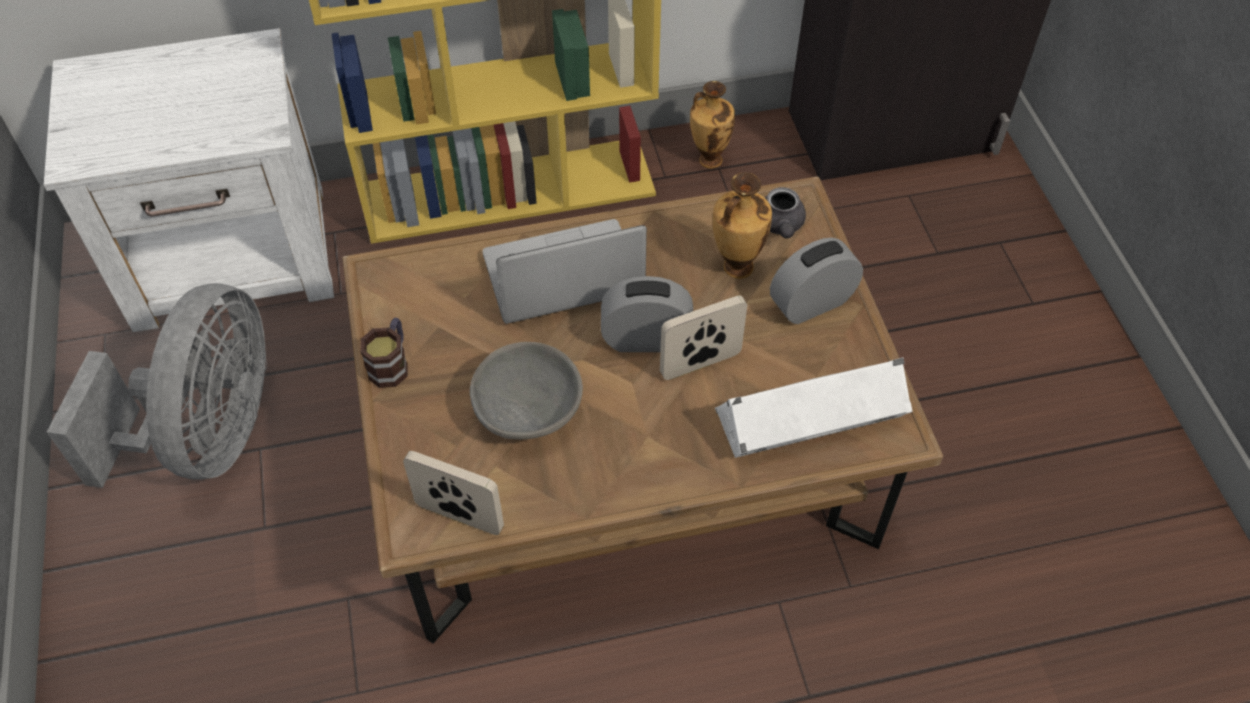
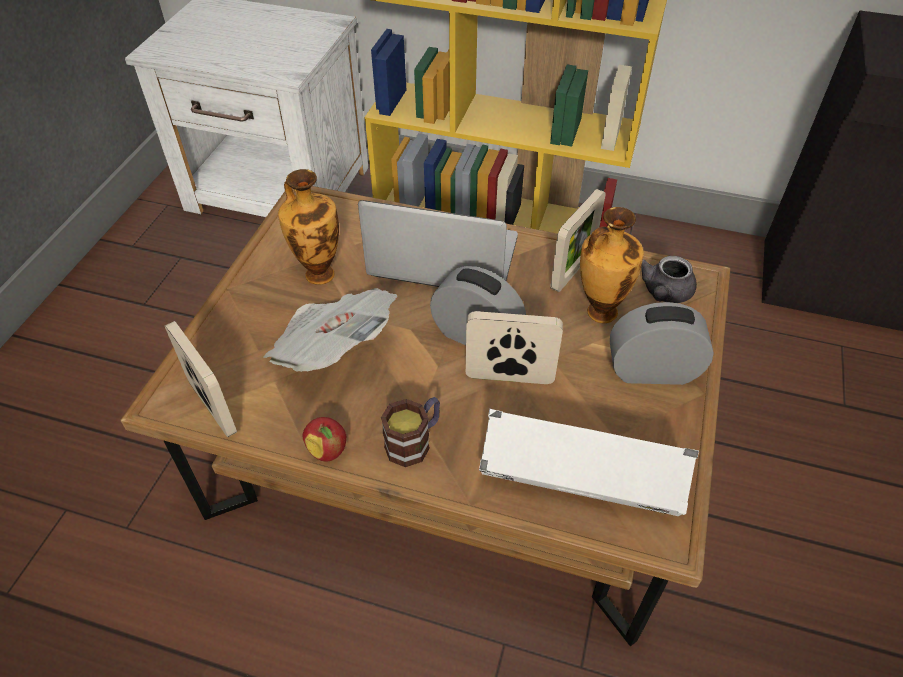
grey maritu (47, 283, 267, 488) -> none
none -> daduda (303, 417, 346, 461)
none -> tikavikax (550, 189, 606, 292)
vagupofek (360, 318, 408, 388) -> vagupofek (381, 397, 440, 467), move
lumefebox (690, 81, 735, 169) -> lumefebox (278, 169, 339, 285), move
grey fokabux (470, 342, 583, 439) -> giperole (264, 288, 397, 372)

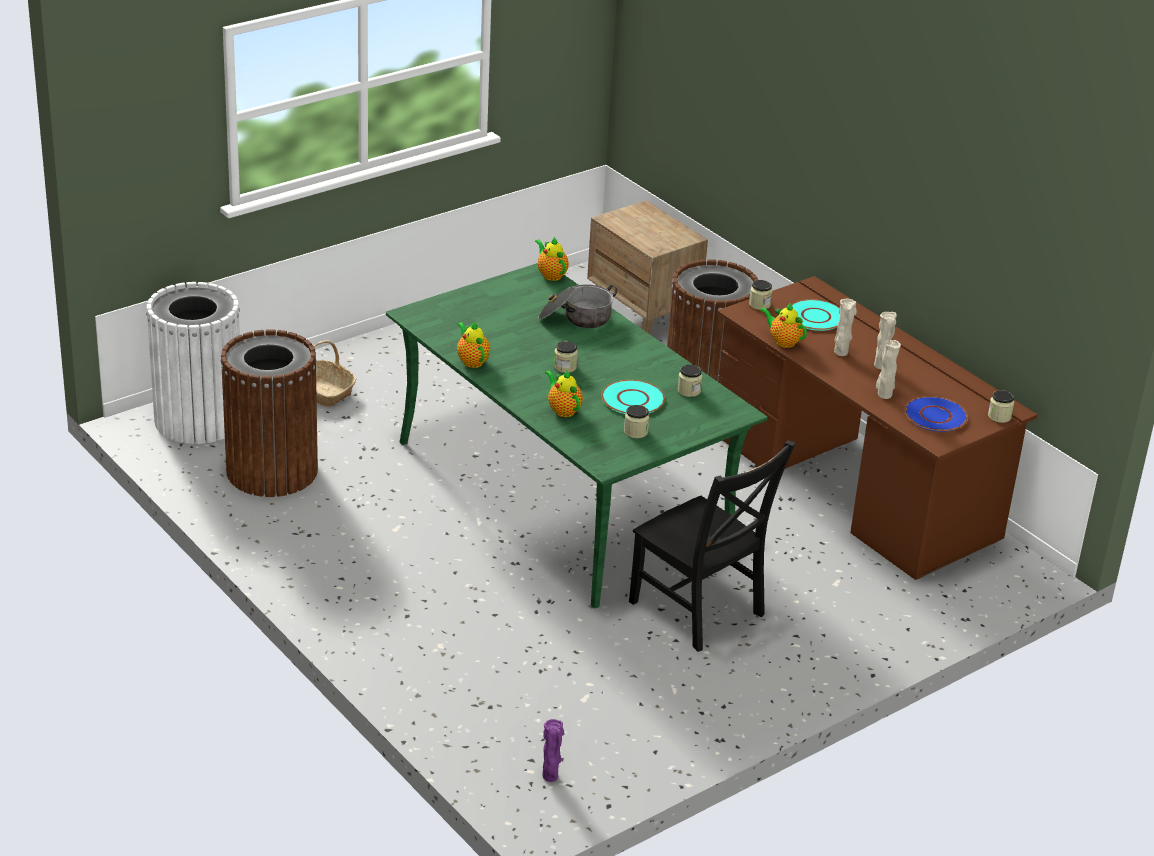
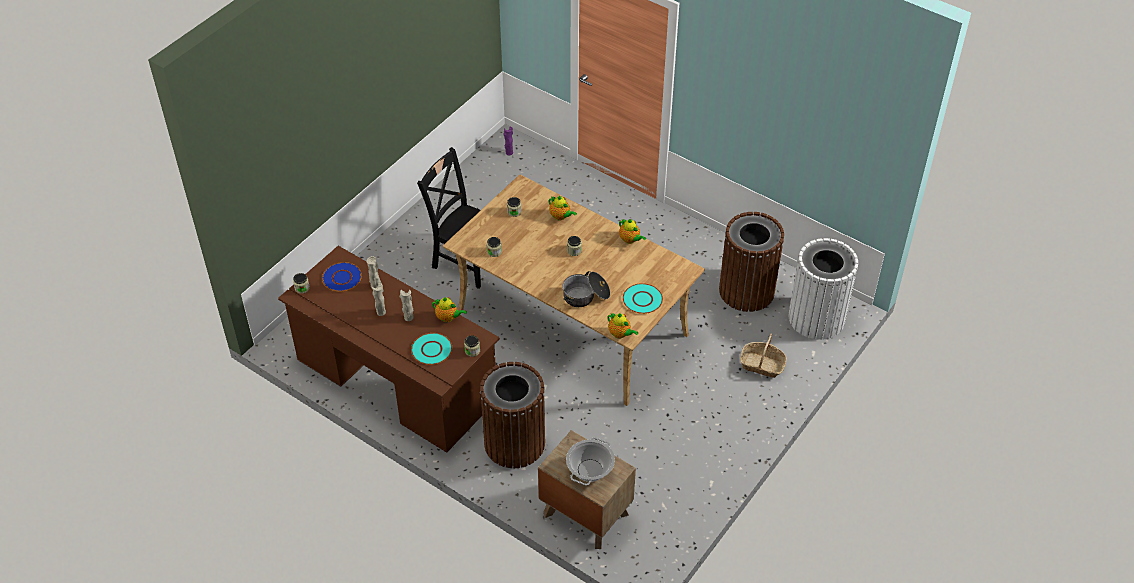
none -> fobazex (566, 437, 615, 485)
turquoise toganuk (602, 380, 665, 414) -> turquoise toganuk (623, 283, 663, 314), move
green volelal (386, 263, 768, 609) -> beige volelal (443, 175, 705, 406)

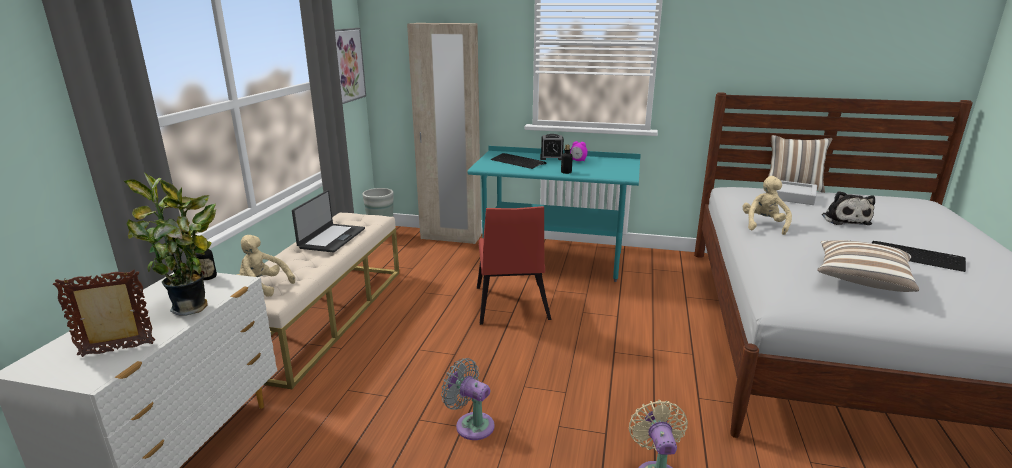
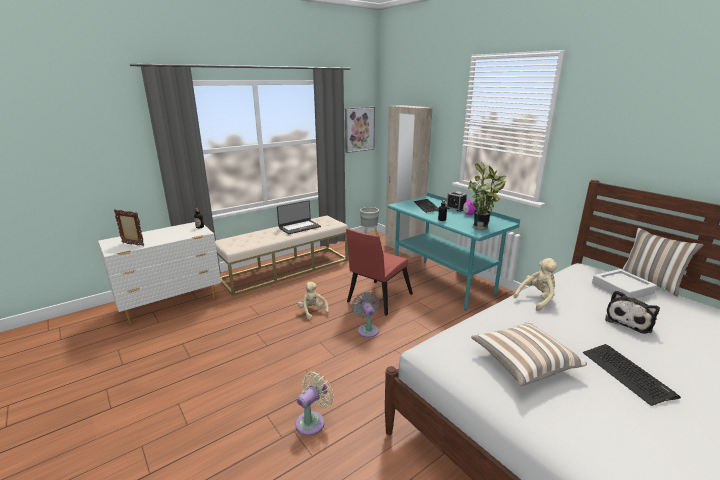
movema (123, 172, 216, 315) -> movema (468, 162, 506, 229), move
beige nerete (237, 235, 295, 297) -> beige nerete (298, 281, 329, 320), move
grey maritu (441, 358, 495, 440) -> grey maritu (352, 292, 379, 338), move

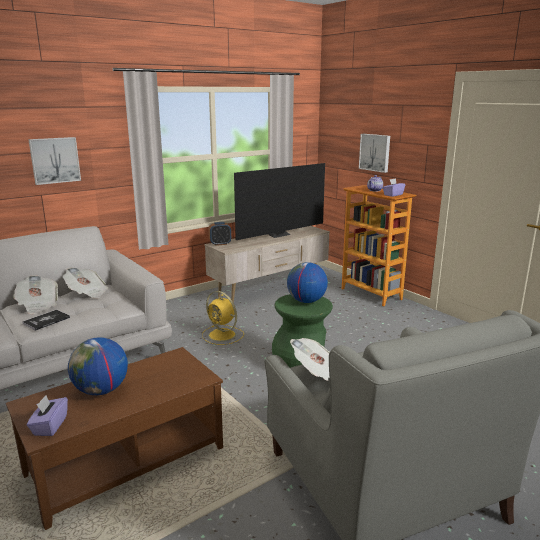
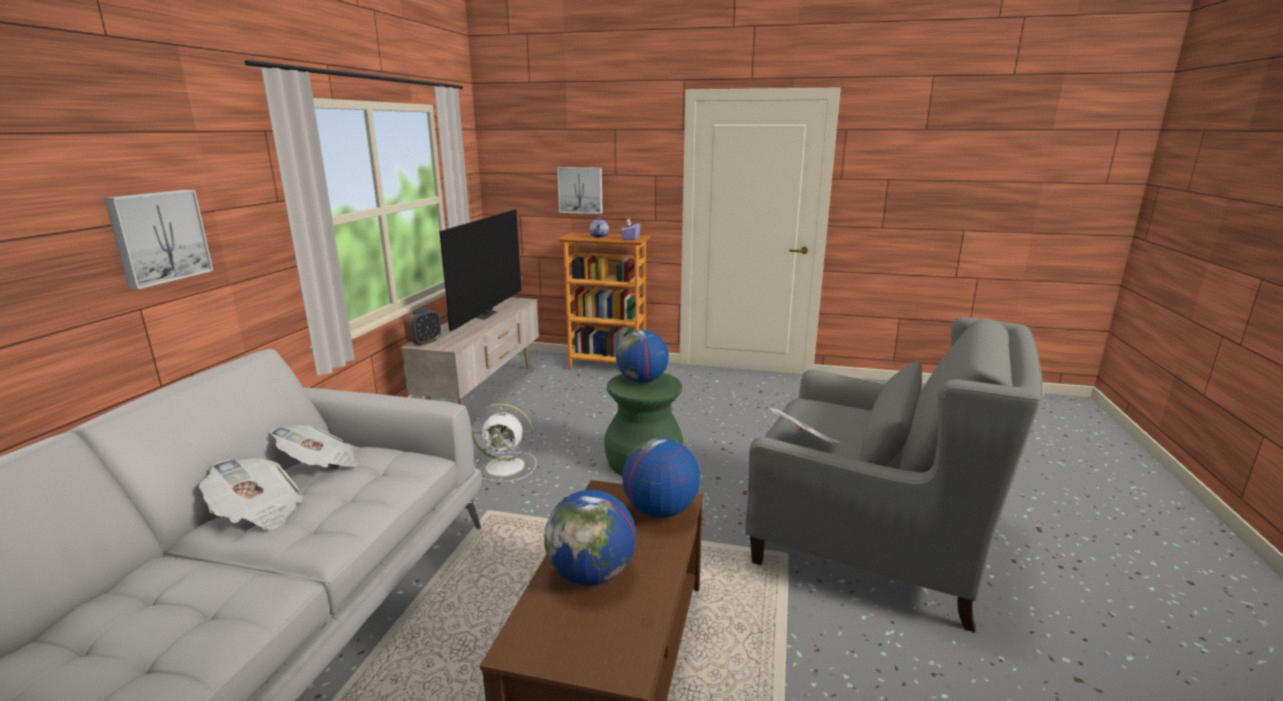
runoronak (23, 310, 70, 331) -> none
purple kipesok (27, 395, 68, 436) -> none
none -> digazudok (622, 438, 701, 518)
yellow maritu (202, 291, 244, 345) -> white maritu (471, 404, 537, 482)

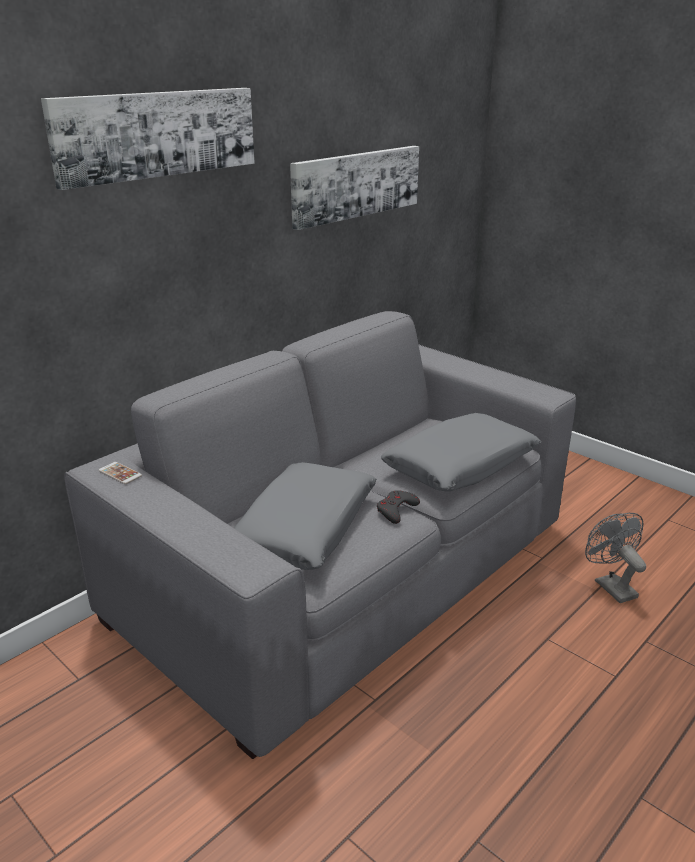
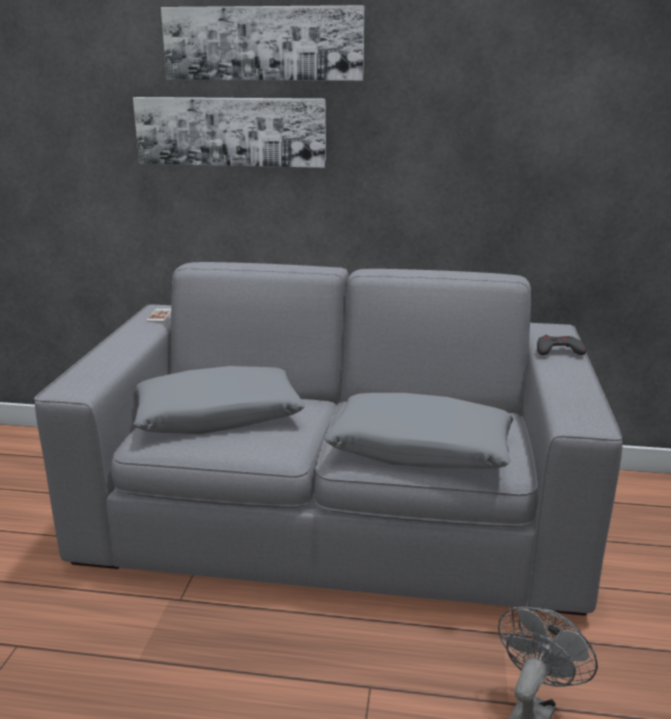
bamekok (290, 146, 419, 230) -> bamekok (133, 97, 326, 168), move
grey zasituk (377, 490, 420, 524) -> grey zasituk (537, 335, 586, 355), move

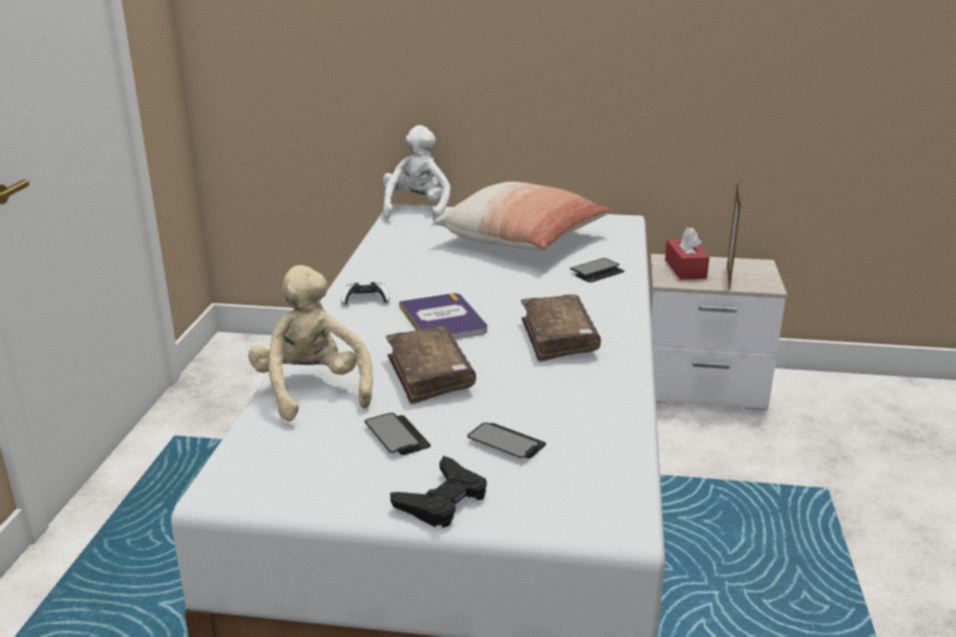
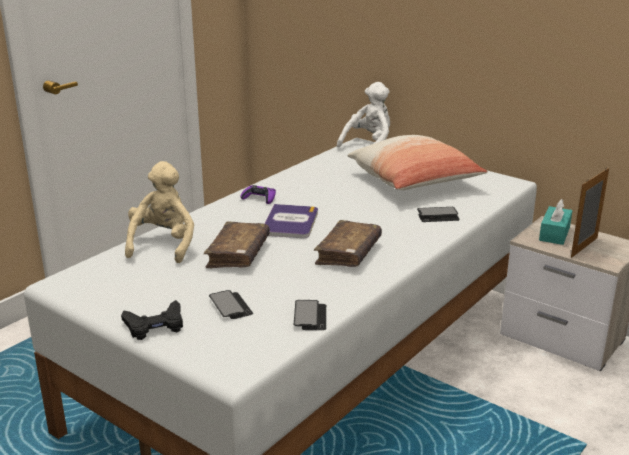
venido (364, 413, 431, 455) -> venido (294, 300, 326, 330), move
white zasituk (341, 282, 390, 306) -> purple zasituk (240, 185, 276, 204)
red kipesok (665, 227, 709, 280) -> turquoise kipesok (539, 199, 573, 245)

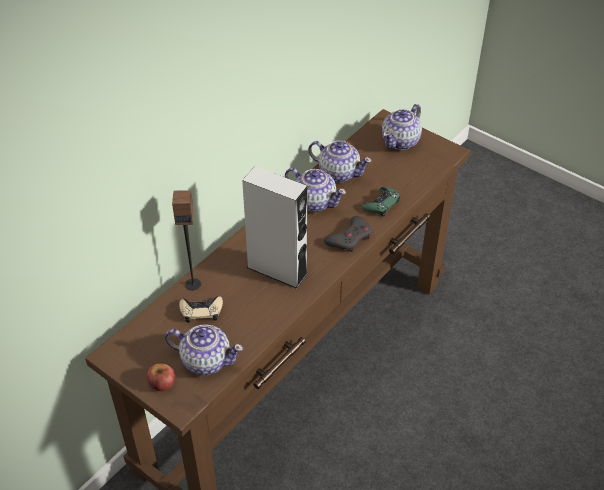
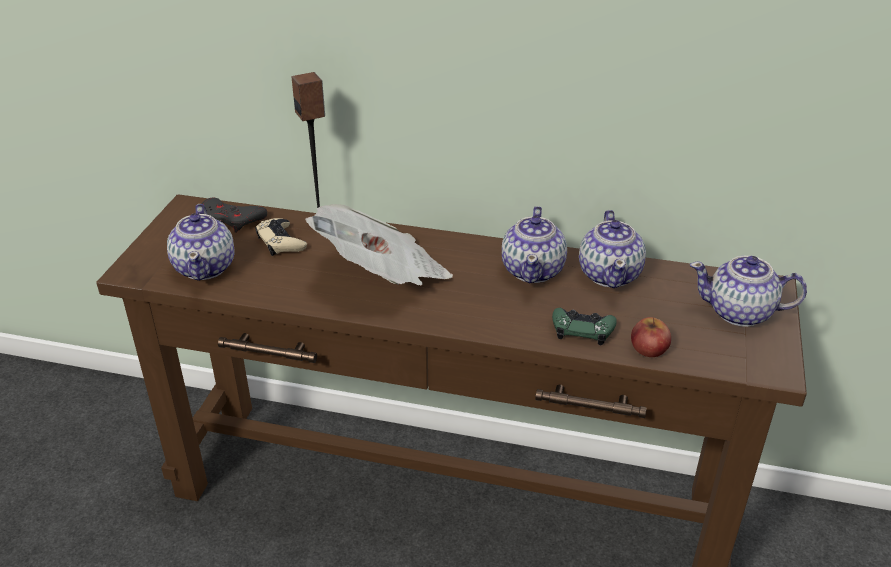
daduda (147, 363, 175, 391) -> daduda (631, 317, 671, 357), move
grey zasituk (324, 216, 372, 252) -> grey zasituk (202, 198, 267, 233), move
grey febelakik (242, 166, 308, 289) -> giperole (305, 204, 453, 285)

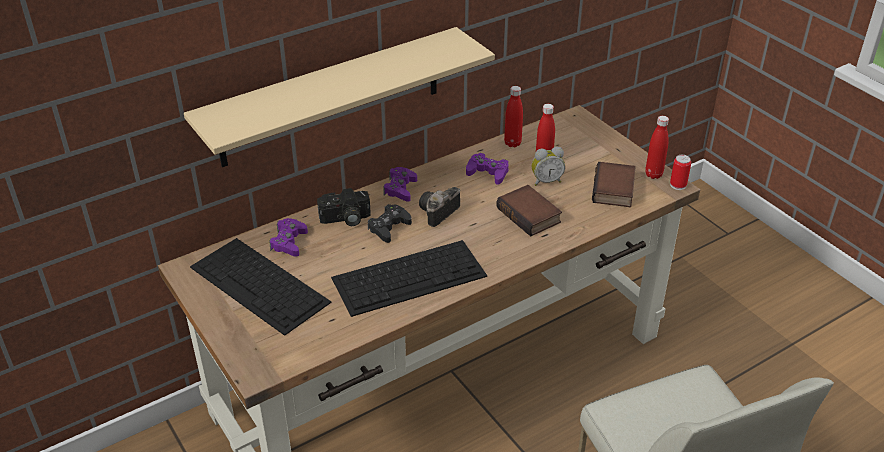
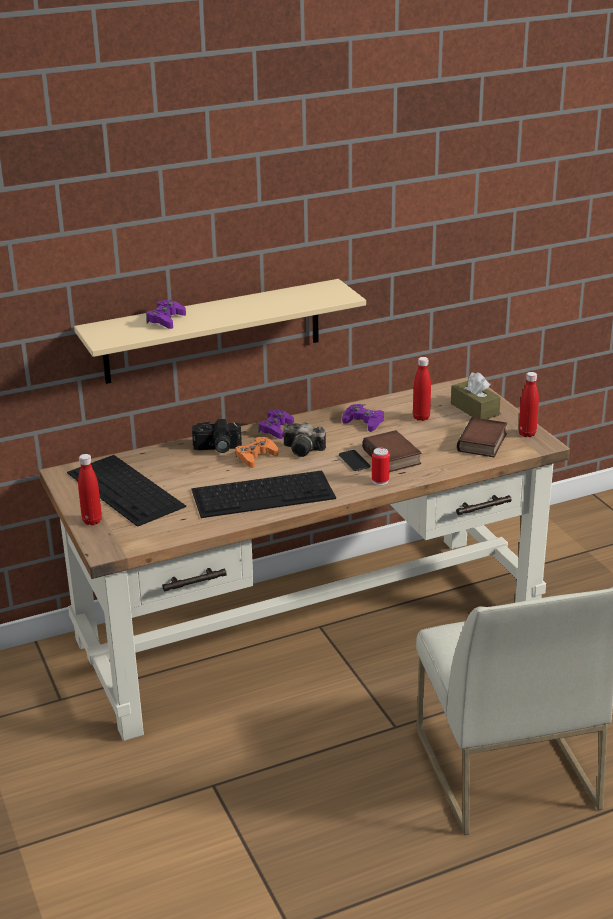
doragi (531, 147, 565, 186) -> none
none -> venido (339, 450, 371, 471)
none -> brown kipesok (451, 372, 501, 419)
purple zasituk (269, 218, 308, 257) -> purple zasituk (146, 300, 186, 329), move
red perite (504, 86, 523, 147) -> red perite (78, 454, 102, 525), move
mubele (670, 155, 691, 190) -> mubele (372, 448, 390, 485), move
black zasituk (368, 204, 412, 243) -> orange zasituk (235, 437, 279, 468)
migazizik (419, 187, 460, 227) -> migazizik (283, 422, 326, 457), 120 degrees counterclockwise

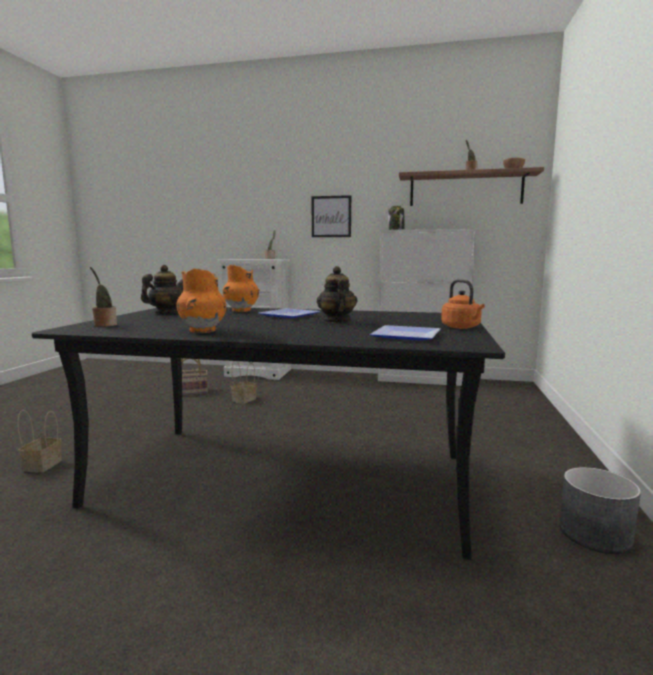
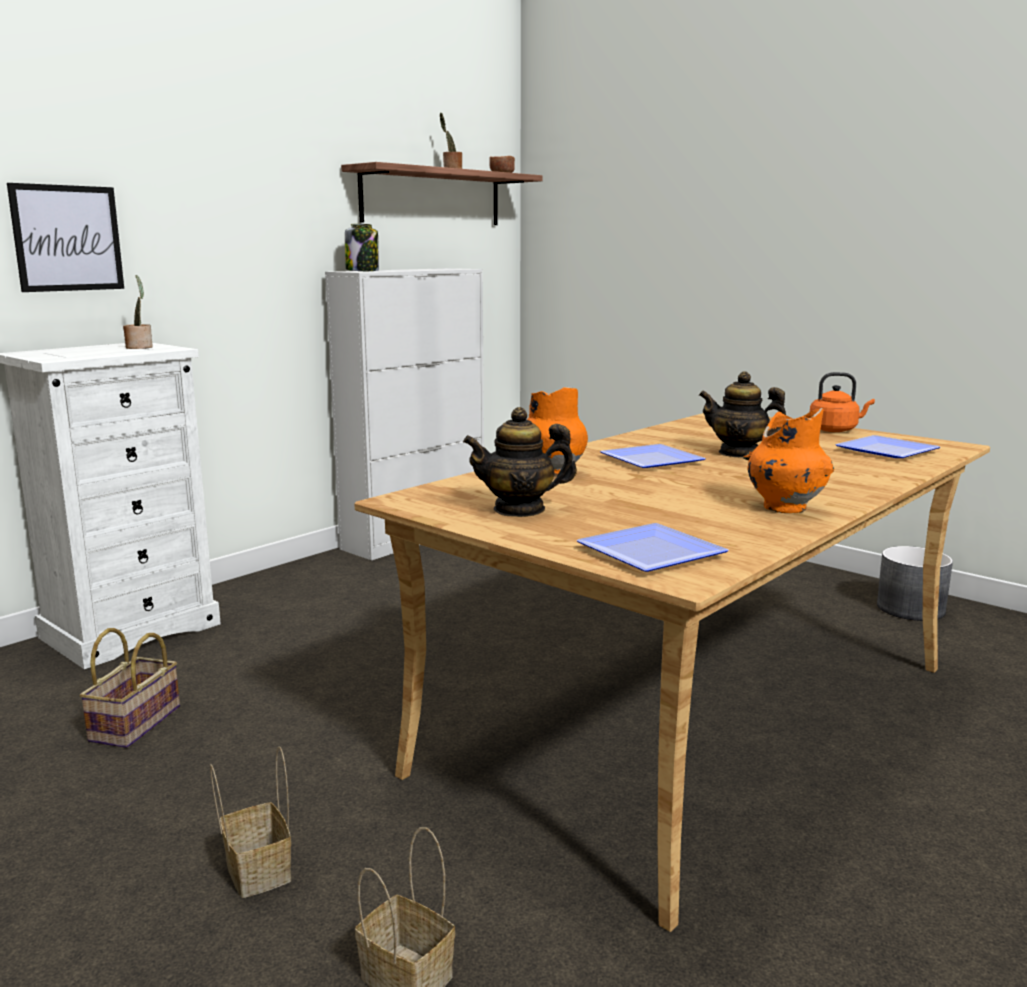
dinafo (231, 361, 257, 404) -> dinafo (210, 746, 291, 898), move
bamekok (312, 195, 351, 237) -> bamekok (7, 183, 124, 292), move
movema (90, 267, 117, 327) -> toganuk (576, 523, 729, 572)
black volelal (32, 307, 505, 560) -> beige volelal (354, 413, 990, 932)
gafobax (141, 265, 183, 314) -> gafobax (463, 407, 577, 517), 75 degrees counterclockwise

